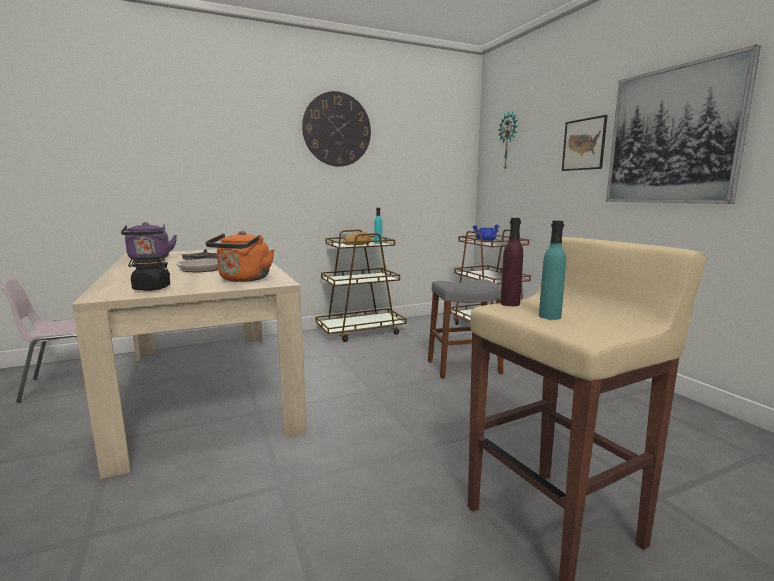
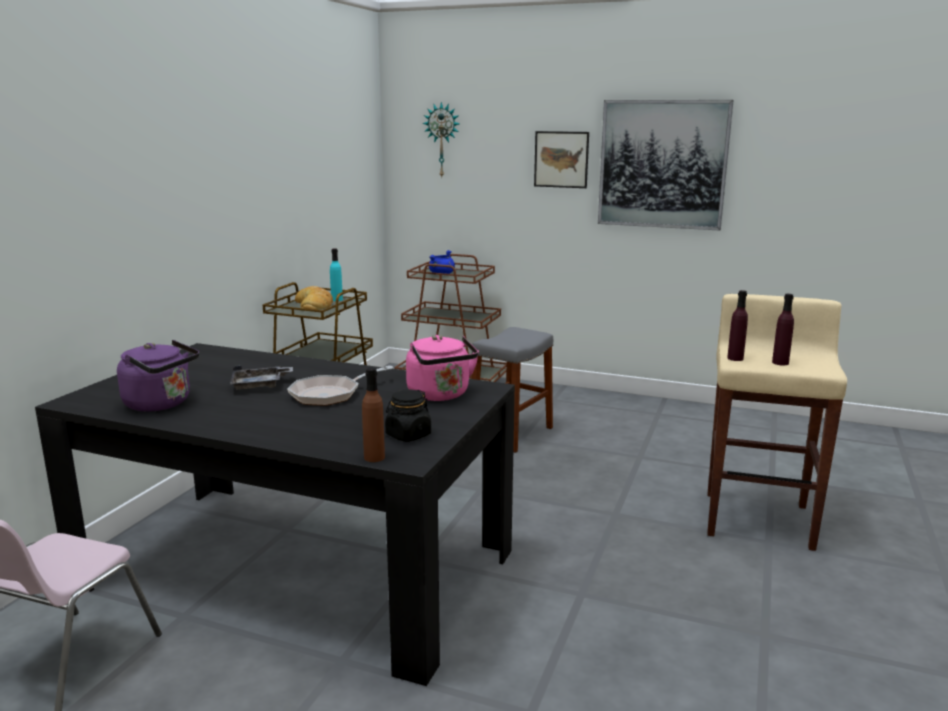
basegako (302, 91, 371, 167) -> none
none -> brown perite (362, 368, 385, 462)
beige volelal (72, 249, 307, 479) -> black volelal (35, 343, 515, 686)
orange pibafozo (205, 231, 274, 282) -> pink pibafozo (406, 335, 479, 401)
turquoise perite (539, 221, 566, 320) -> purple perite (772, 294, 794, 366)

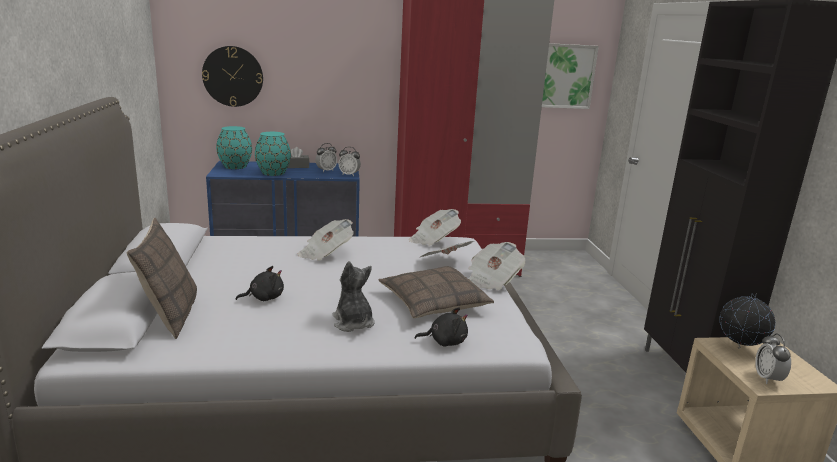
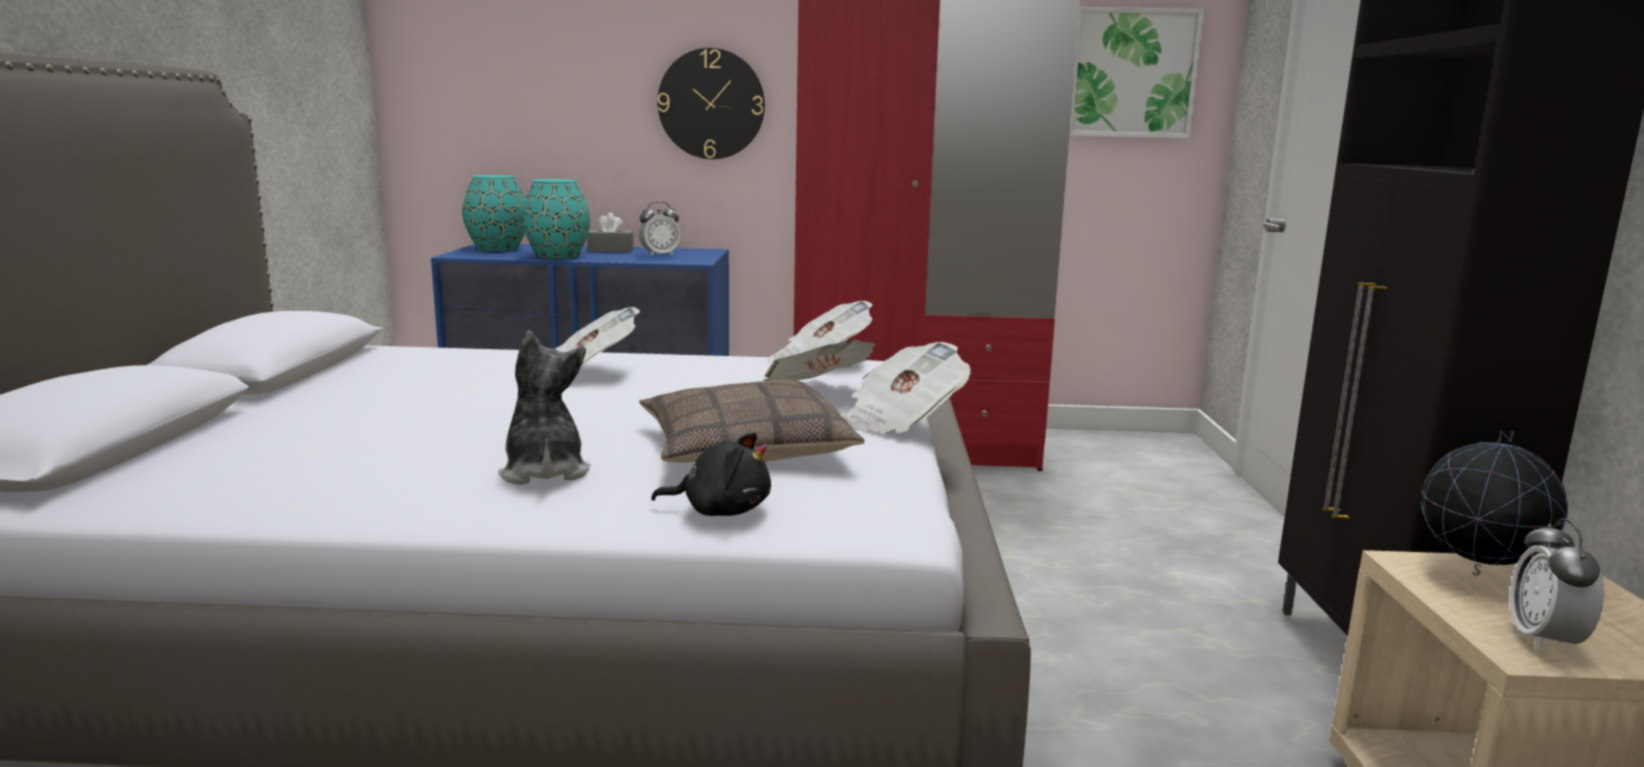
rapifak (127, 218, 197, 339) -> none
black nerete (236, 266, 284, 301) -> none
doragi (338, 147, 361, 176) -> none
basegako (202, 46, 263, 107) -> basegako (657, 48, 765, 159), move

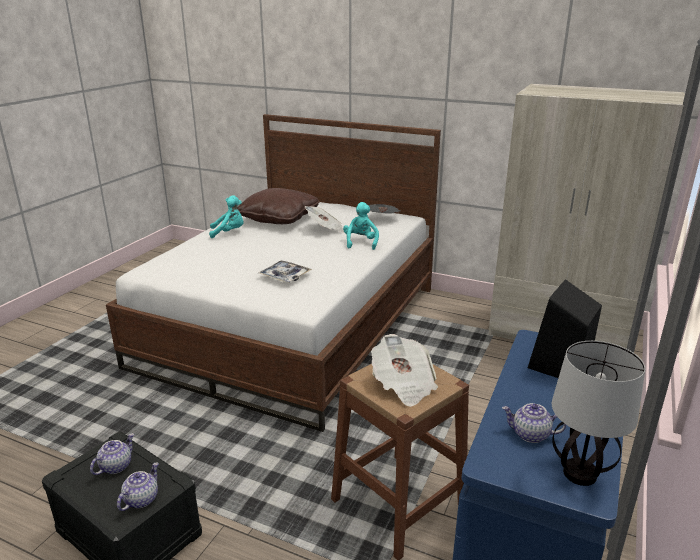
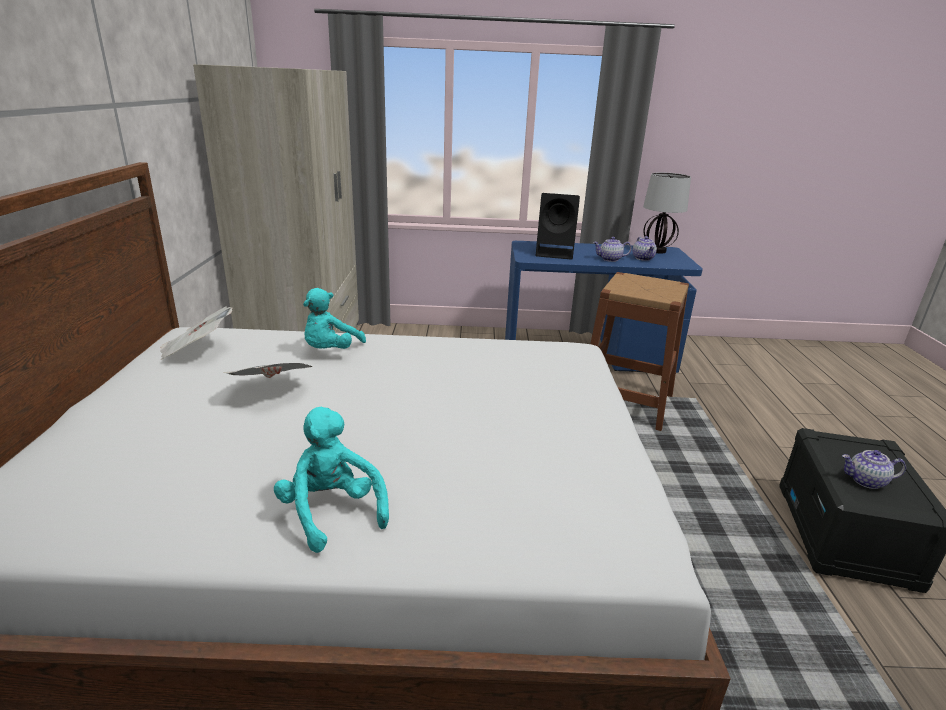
brown rapifak (237, 188, 320, 224) -> none
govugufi (258, 261, 312, 283) -> none
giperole (371, 334, 438, 407) -> none
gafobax (117, 462, 159, 511) -> gafobax (593, 237, 632, 262), move
turquoise nerete (343, 202, 379, 250) -> turquoise nerete (303, 288, 366, 349), 45 degrees counterclockwise

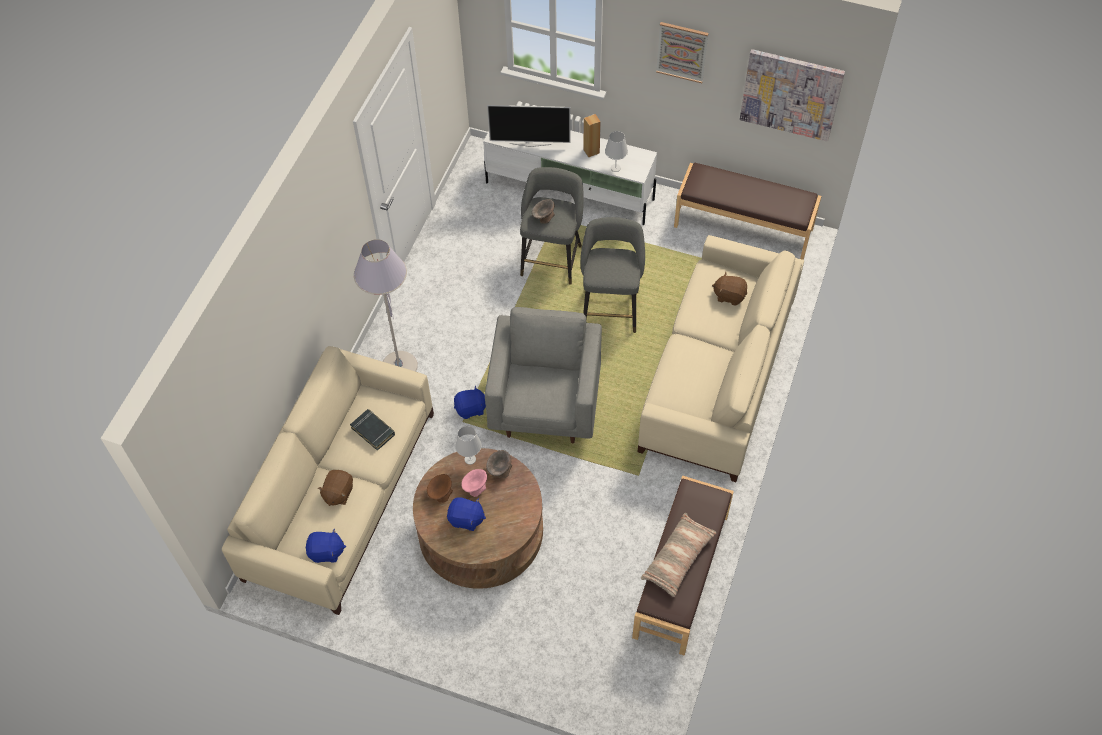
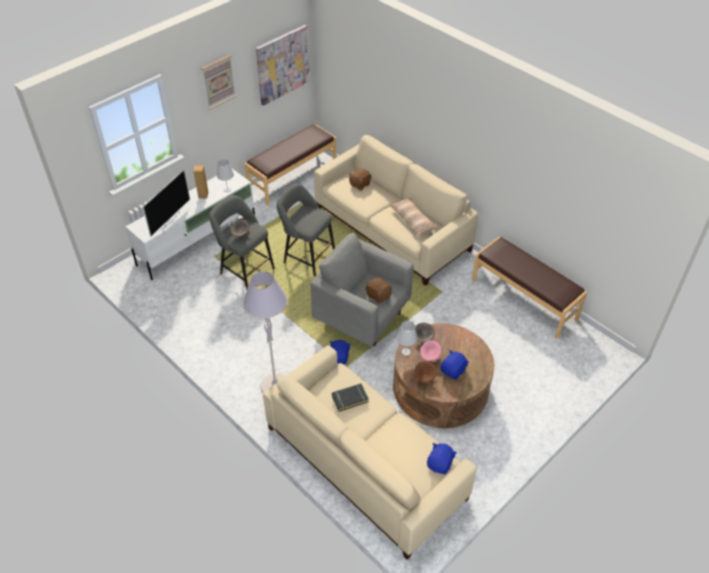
brown nerete (318, 470, 353, 506) -> brown nerete (366, 277, 392, 304), move
rapifak (641, 513, 716, 597) -> rapifak (389, 198, 438, 237), move

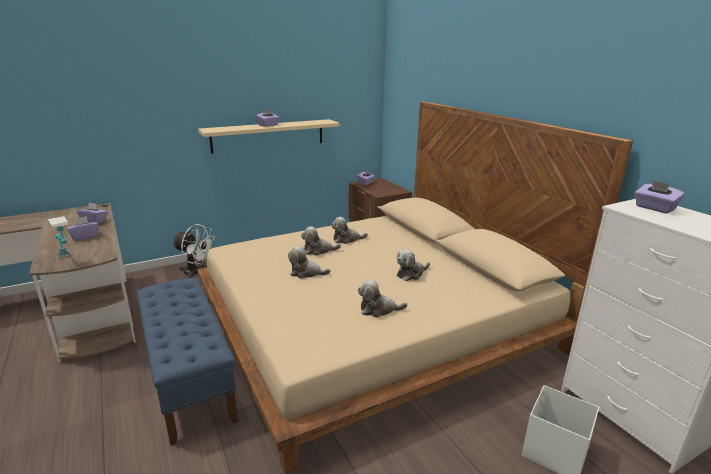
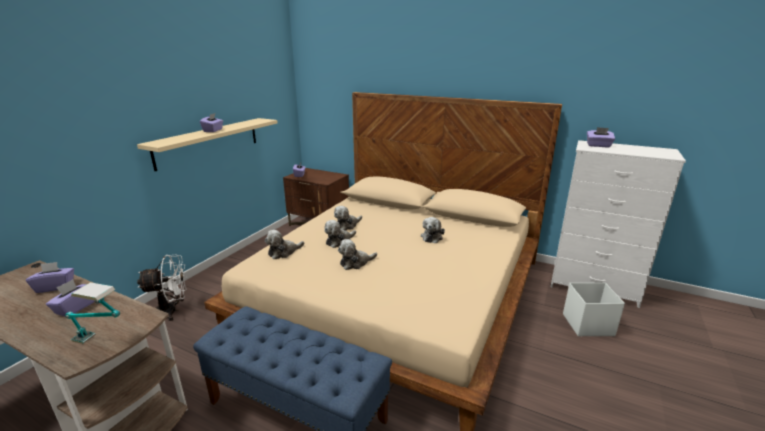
nerete (358, 279, 407, 317) -> nerete (265, 230, 304, 259), move

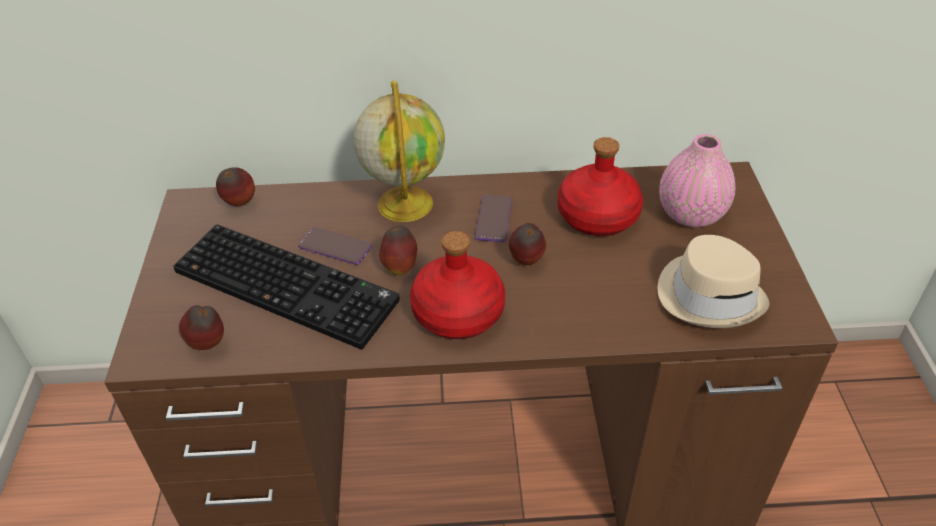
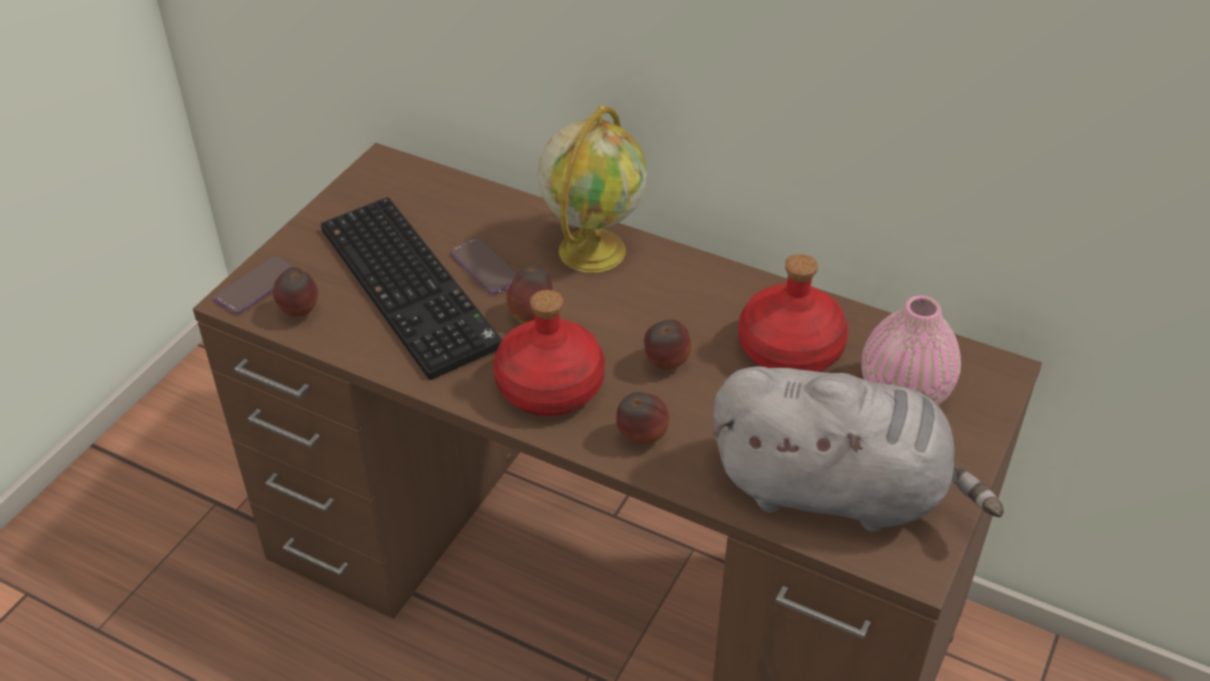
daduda (216, 167, 255, 206) -> daduda (616, 392, 669, 445), move
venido (475, 195, 512, 242) -> venido (213, 256, 294, 314), move
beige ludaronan (658, 235, 769, 328) -> grey nerete (713, 366, 1004, 532)

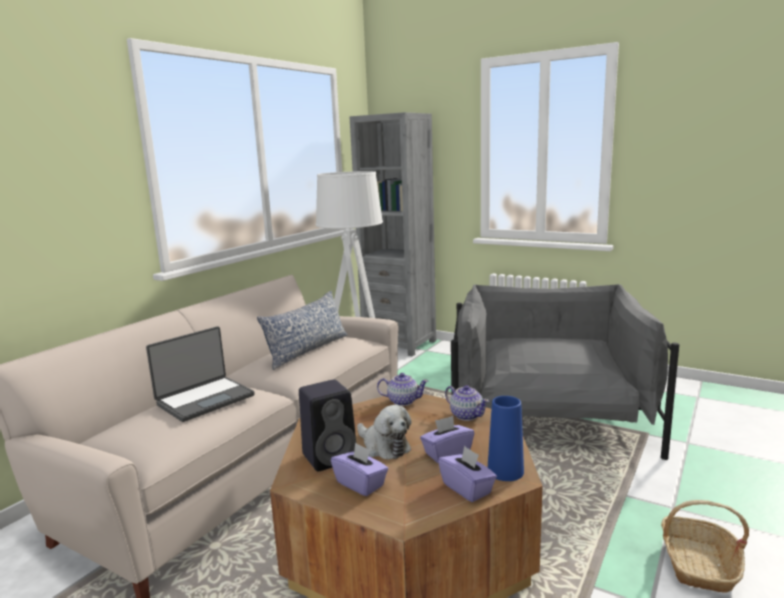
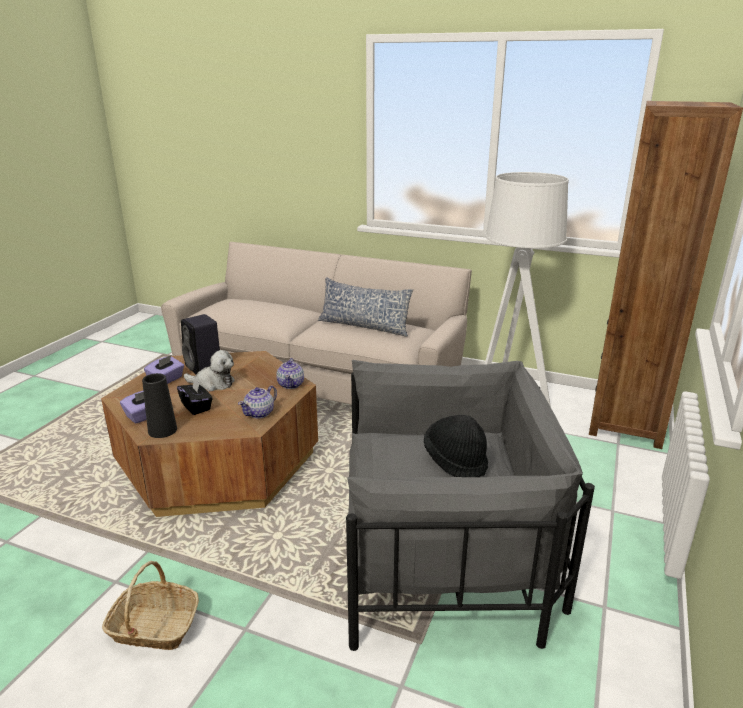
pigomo (146, 326, 255, 422) -> none
none -> black ludaronan (424, 415, 488, 477)
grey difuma (350, 112, 436, 356) -> brown difuma (589, 101, 743, 449)
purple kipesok (420, 416, 474, 463) -> black kipesok (177, 378, 213, 415)
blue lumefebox (487, 396, 524, 481) -> black lumefebox (142, 373, 177, 438)
nerete (357, 405, 412, 460) -> nerete (184, 350, 235, 391), 120 degrees counterclockwise

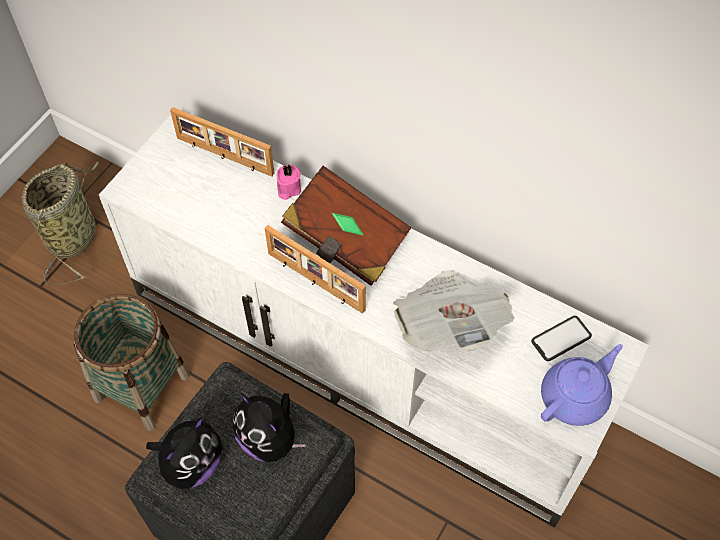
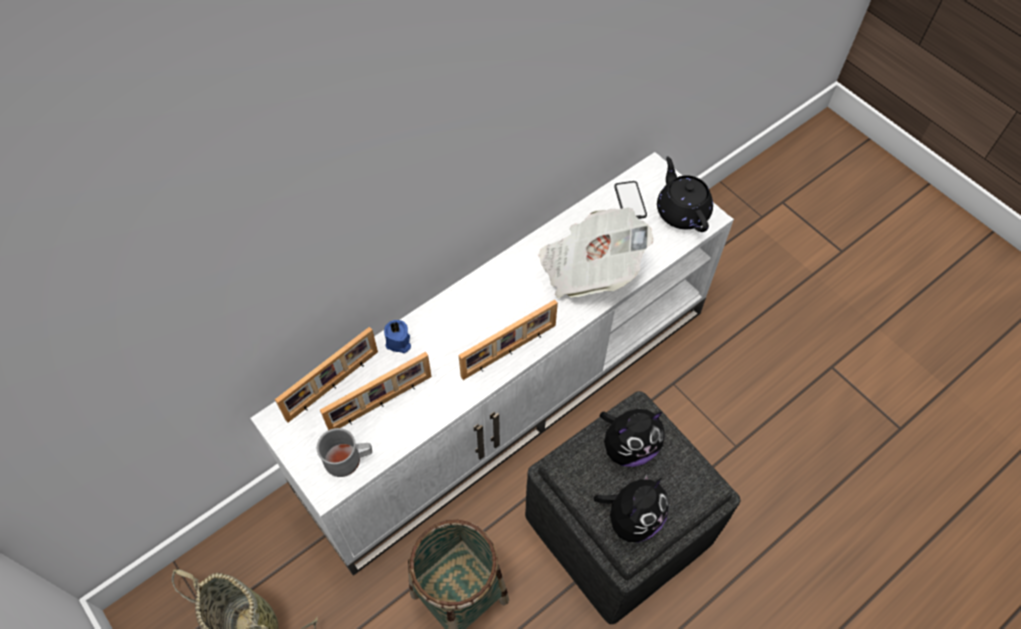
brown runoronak (281, 166, 412, 286) -> none
none -> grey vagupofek (317, 428, 372, 477)
none -> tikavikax (320, 352, 432, 430)
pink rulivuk (277, 164, 301, 200) -> blue rulivuk (384, 320, 411, 353)
purple gafobax (541, 344, 623, 426) -> black gafobax (657, 156, 713, 232)
nerete (146, 417, 222, 489) -> nerete (594, 474, 669, 542), 75 degrees clockwise

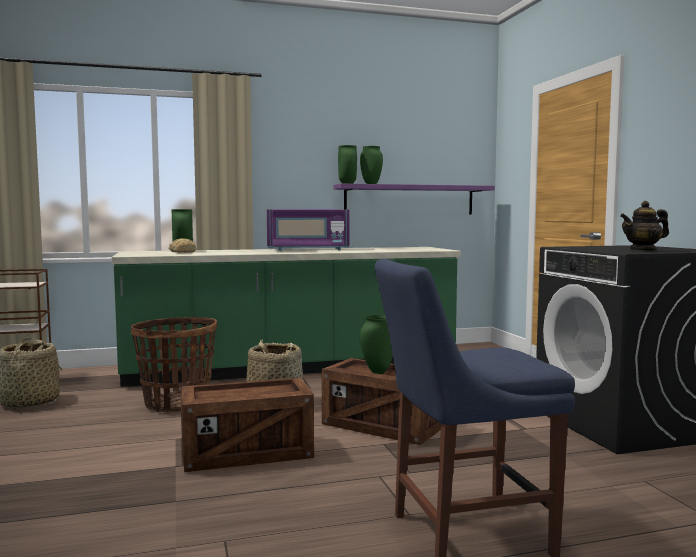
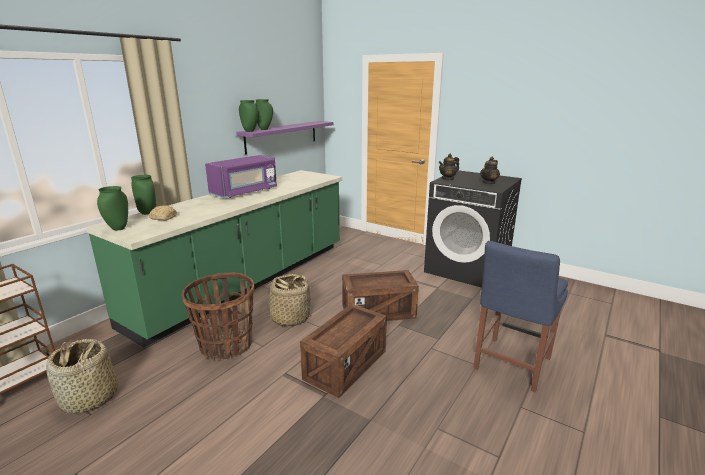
none -> gafobax (439, 154, 459, 180)
green lumefebox (360, 315, 393, 374) -> green lumefebox (97, 186, 128, 230), move

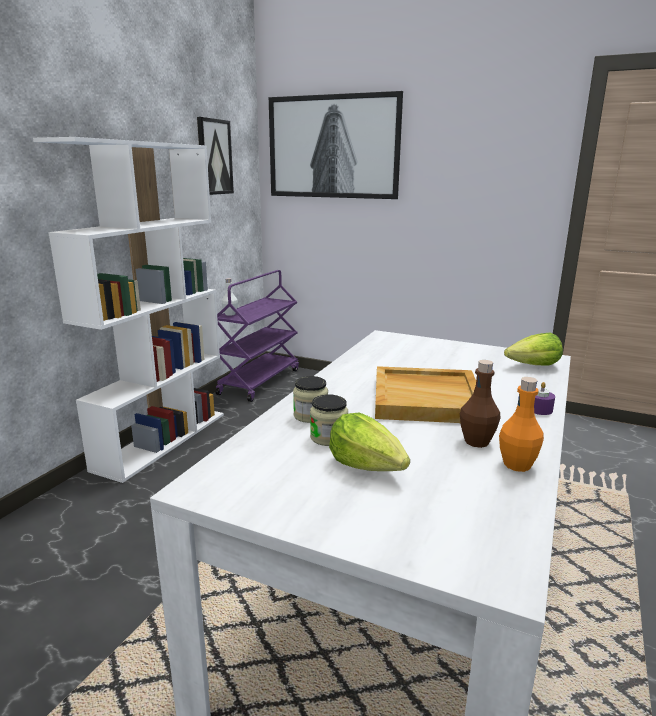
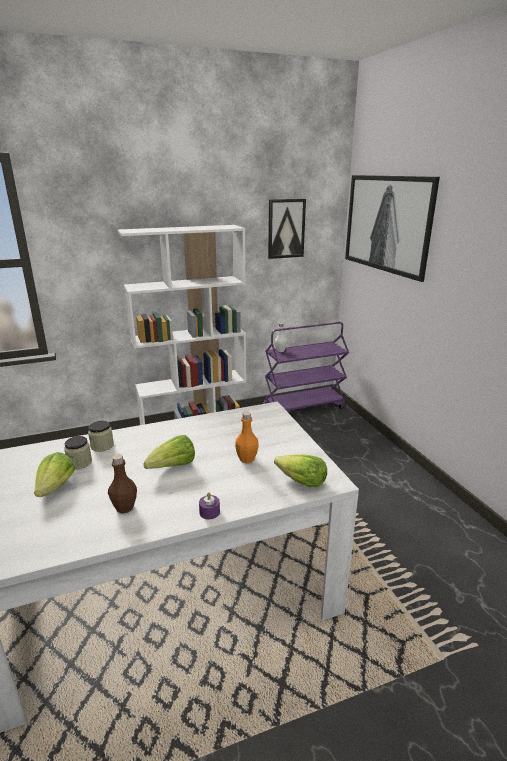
orange perite (499, 377, 544, 472) -> orange perite (235, 411, 258, 463), move
beige govugufi (375, 366, 476, 423) -> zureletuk (143, 435, 195, 469)

